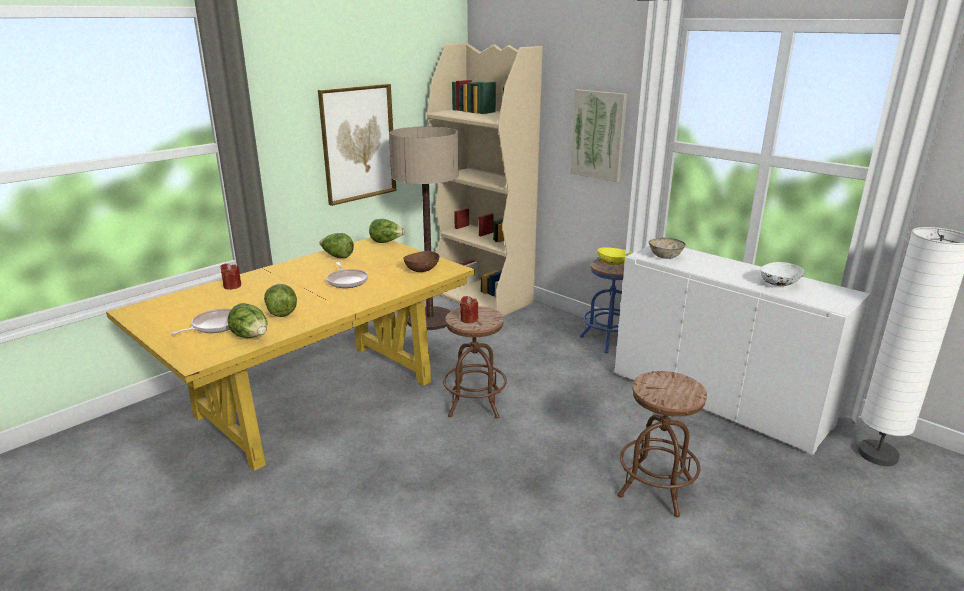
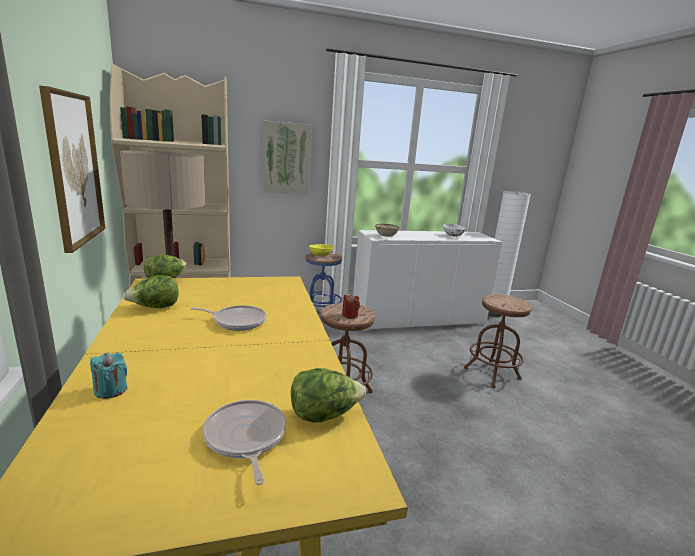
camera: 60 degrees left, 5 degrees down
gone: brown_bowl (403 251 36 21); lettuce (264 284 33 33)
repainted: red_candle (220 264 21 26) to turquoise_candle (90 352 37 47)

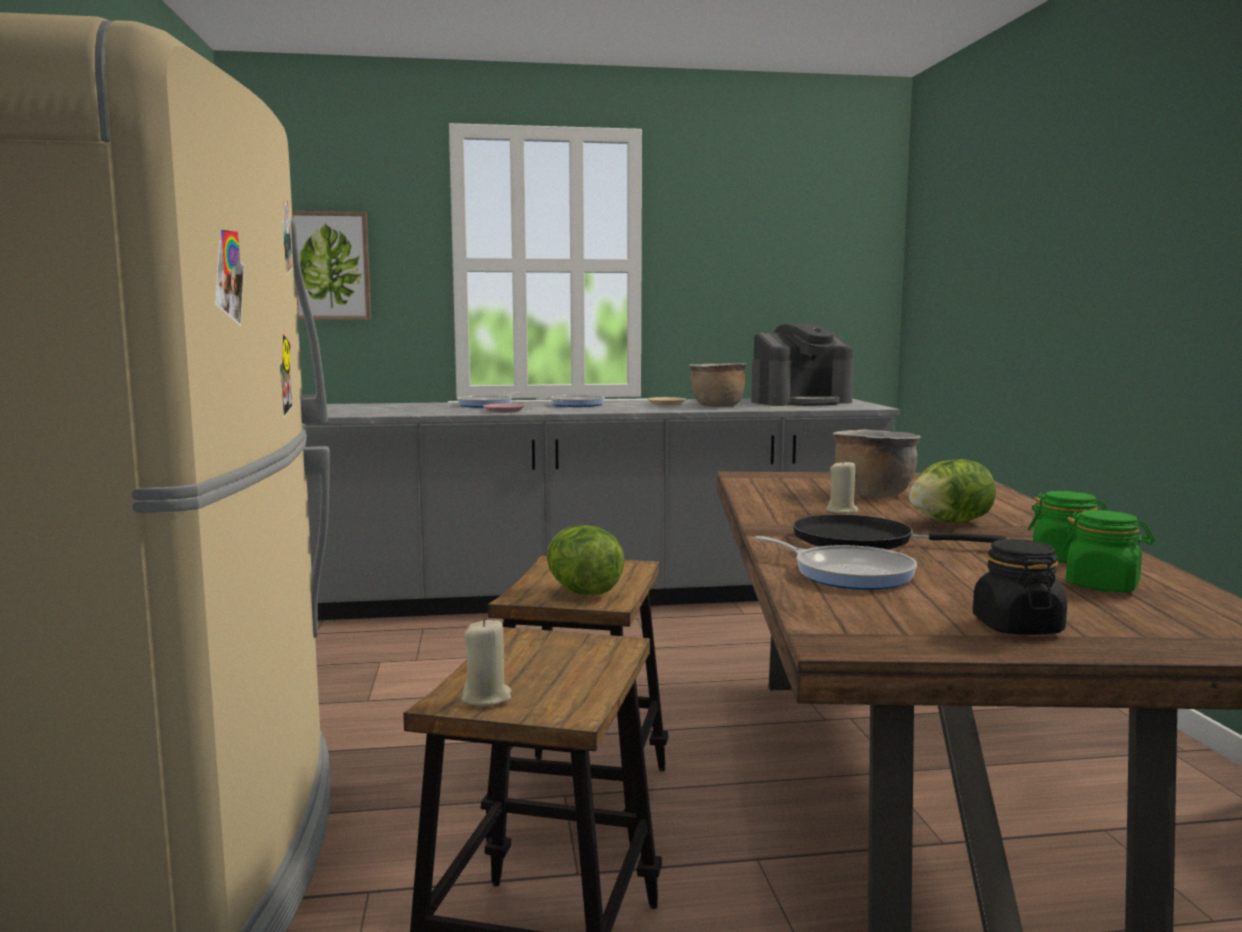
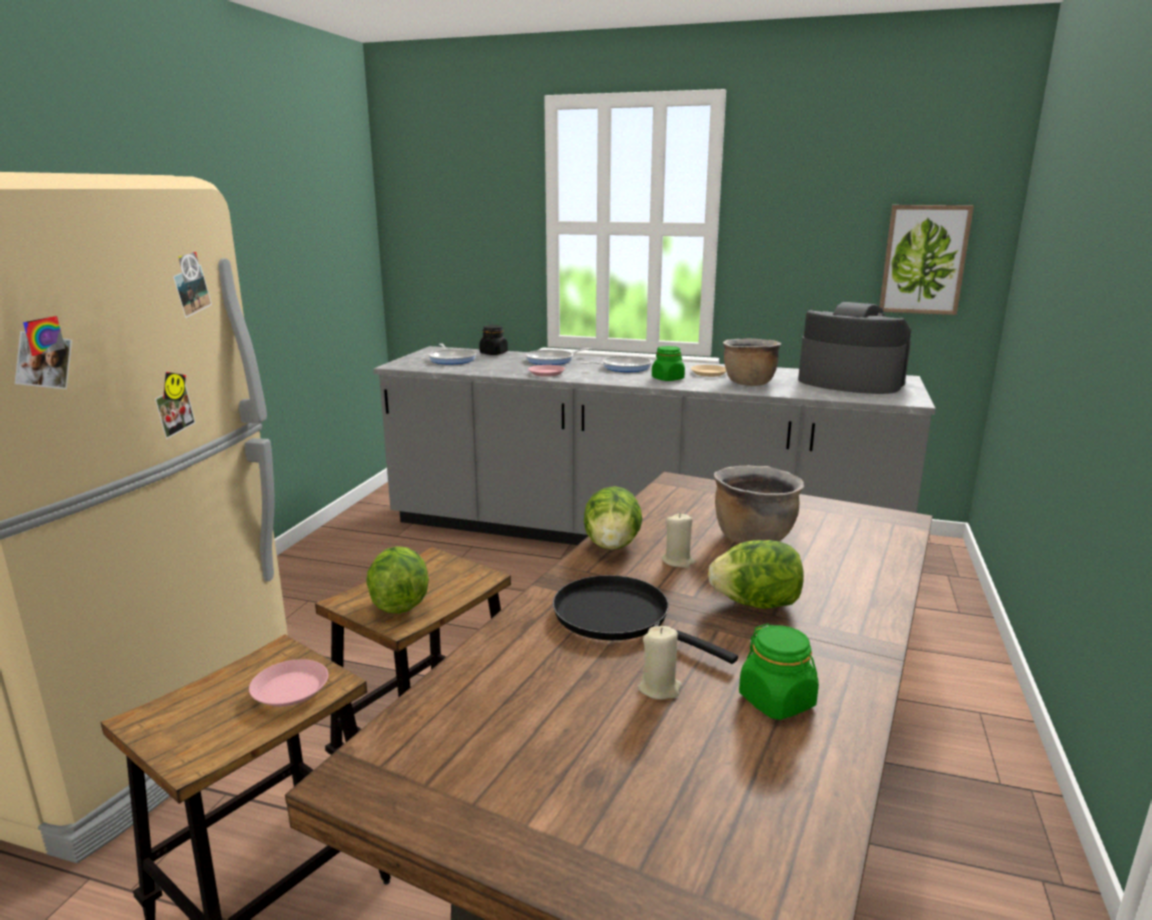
camera: 25 degrees right, 10 degrees up
new: lettuce (584 486 59 64); pink_plate (249 659 79 48)
shifted: picture (292 211 79 109) to (879 205 95 110); green_jar (1060 510 95 82) to (652 346 33 35); frying_pan (755 536 162 54) to (428 343 48 21); black_jar (973 539 94 96) to (479 325 29 30); beige_candle (462 618 49 88) to (638 626 44 74)
rotated: coffee_machine (751 323 103 83) = (798 302 113 92) 150 degrees counterclockwise

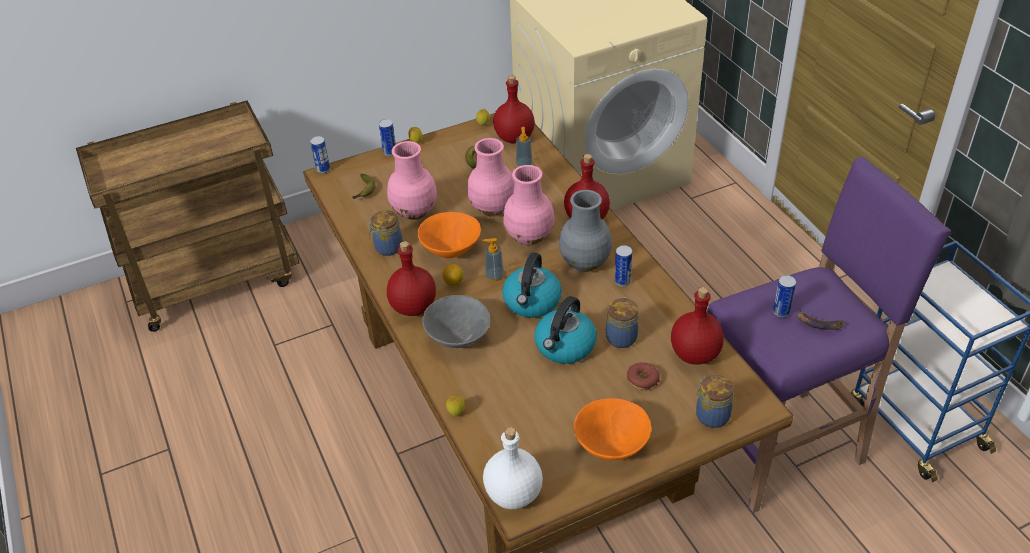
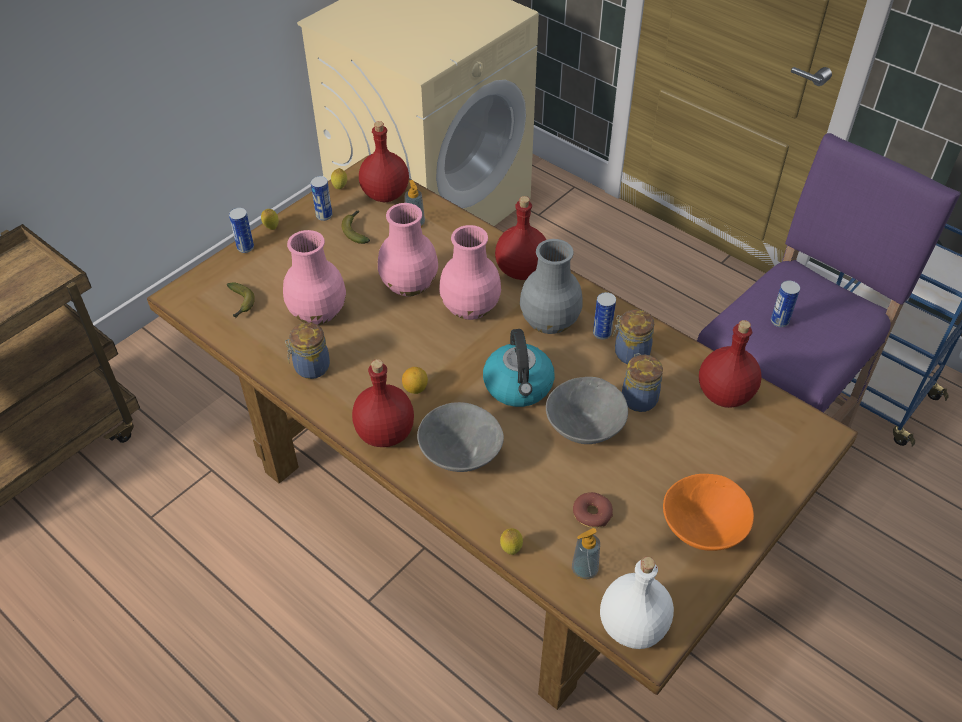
camera: 25 degrees left, 5 degrees up
gone: orange_bowl (418 212 63 46); banana (798 308 47 22)
shifted: can (310 136 20 38) to (311 176 21 45); soap_dispenser (482 238 22 43) to (572 528 28 52); donut (627 362 33 28) to (573 492 40 36); jar (696 375 38 53) to (612 310 42 54)
swapped: kettle (534 296 63 68) to grey_bowl (546 377 82 67)

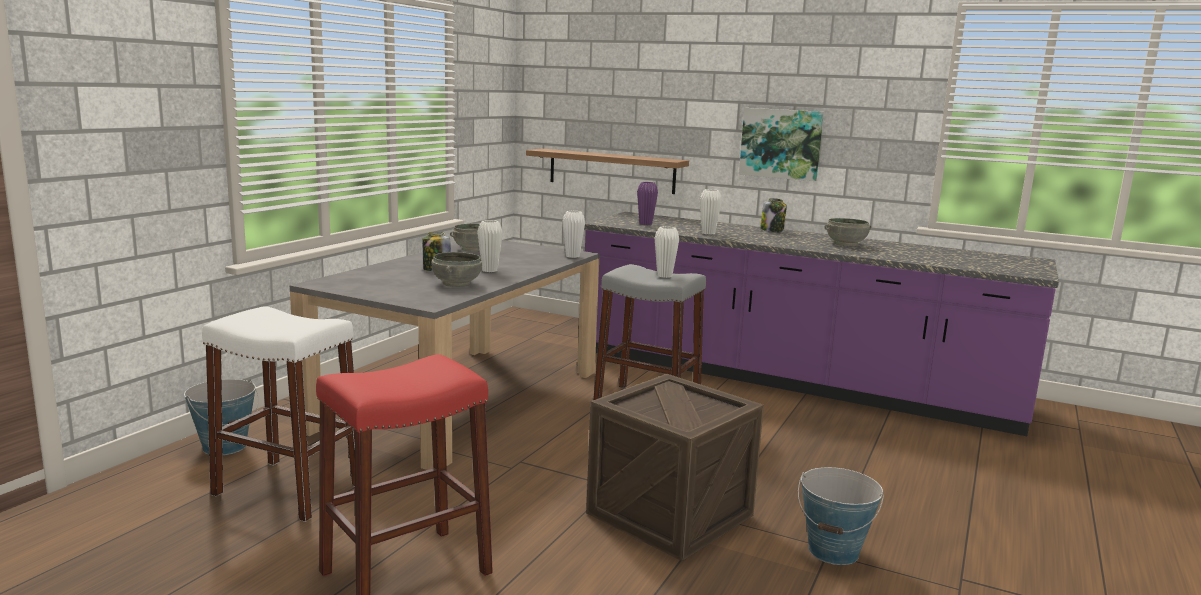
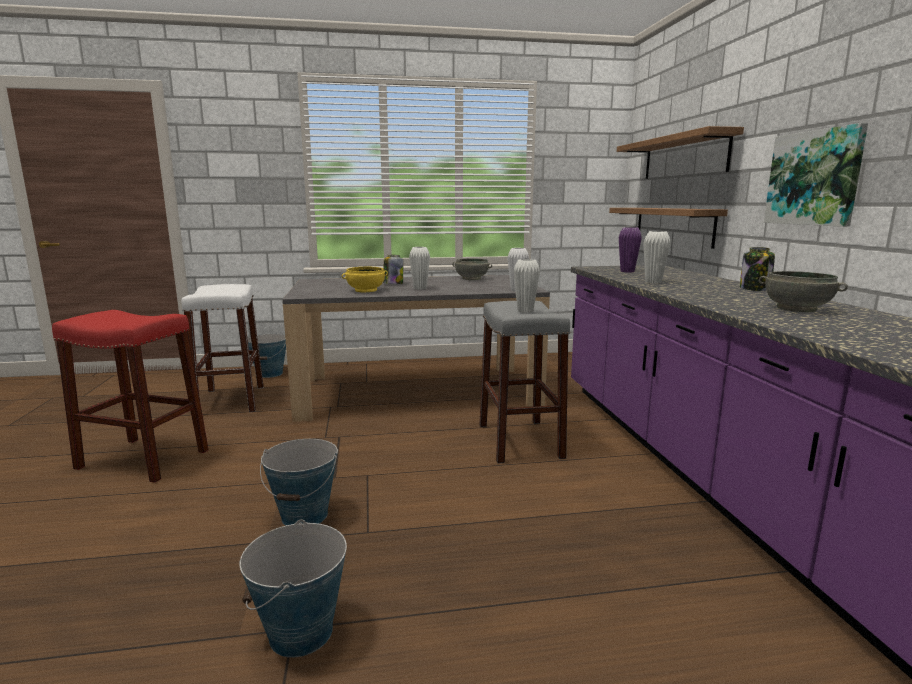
camera: 55 degrees right, 0 degrees up
new: shelf (617 126 127 53)
swapped: crate (586 374 178 187) to bucket (260 439 78 87)
repainted: grey_bowl (432 252 50 35) to yellow_bowl (342 267 46 25)

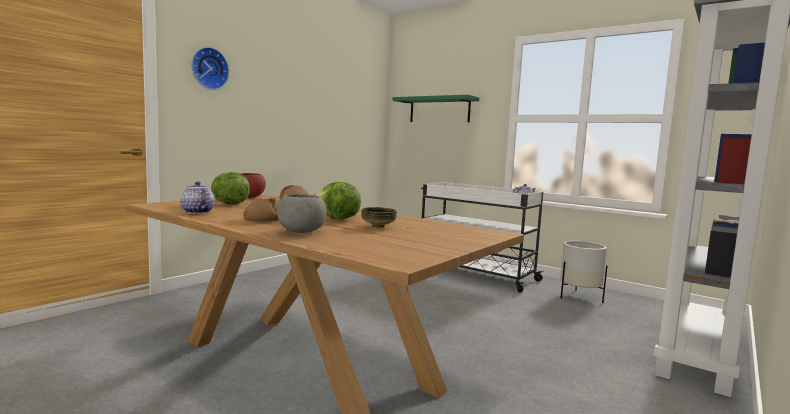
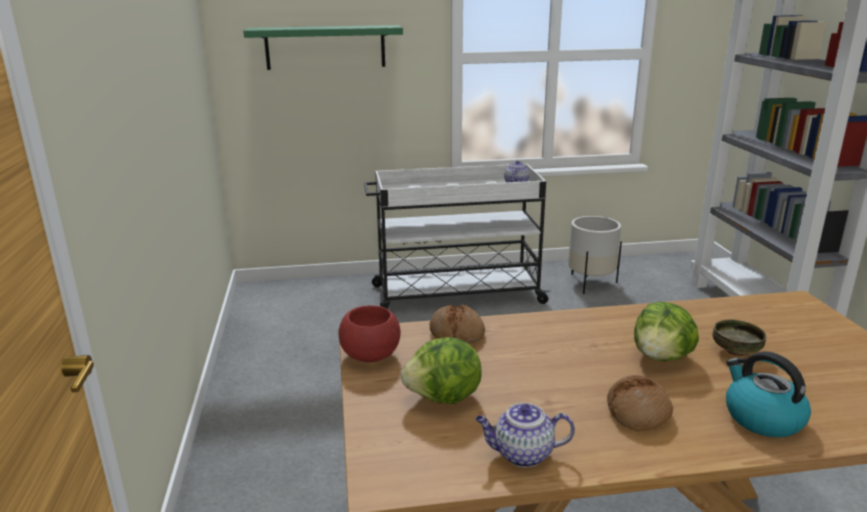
camera: 45 degrees left, 15 degrees up
gone: wall_clock (191 47 38 43)
swapped: grey_bowl (277 194 50 39) to kettle (726 352 85 85)

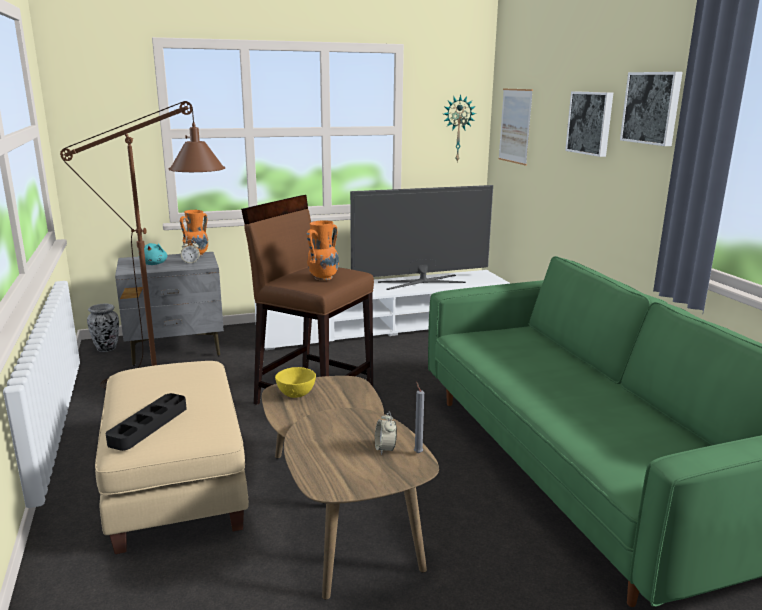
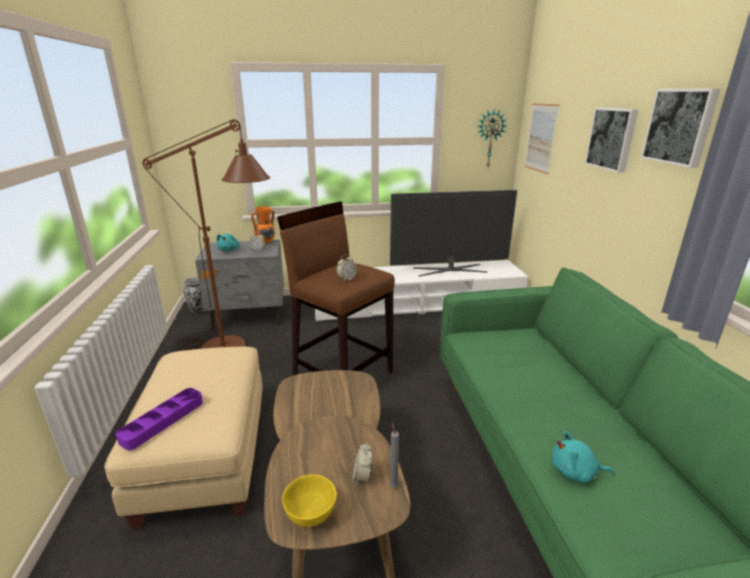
camera: 10 degrees right, 5 degrees up
new: turquoise_plush_toy (552 431 62 52)
shifted: yellow_bowl (275 367 41 31) to (282 474 55 53)
swapped: orange_vase (307 220 32 61) to alarm_clock (336 254 21 27)
repainted: black_tray (106 393 81 58) to purple_tray (116 388 87 62)

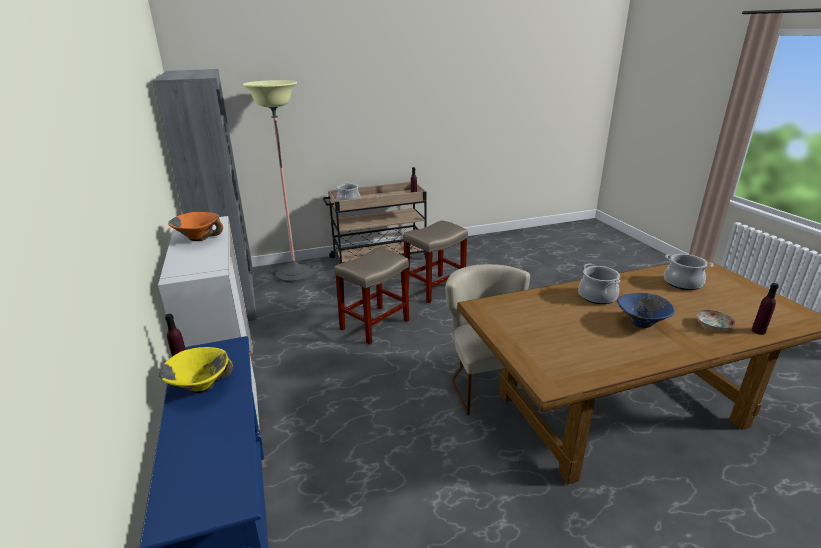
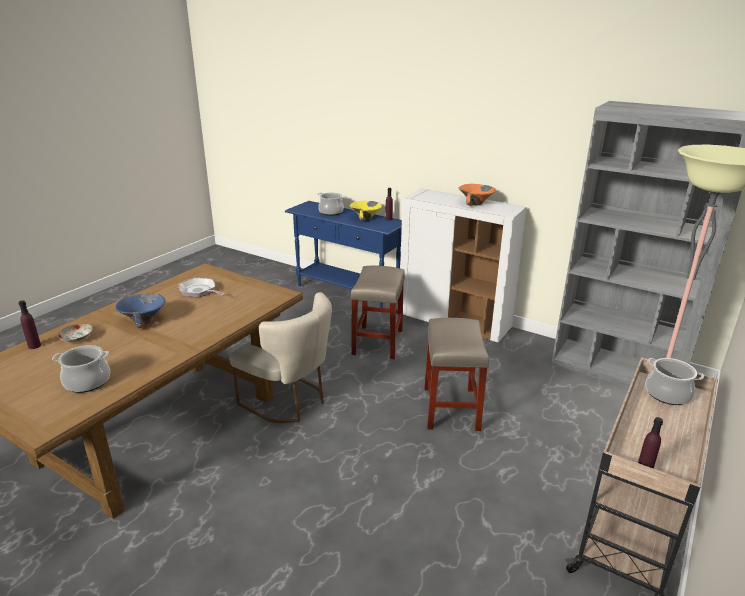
camera: 140 degrees right, 0 degrees up
new: frying_pan (179 278 47 19)
shifted: beige_stool (403 220 65 83) to (351 265 54 94); cooking_pot (578 264 42 40) to (318 192 26 24)

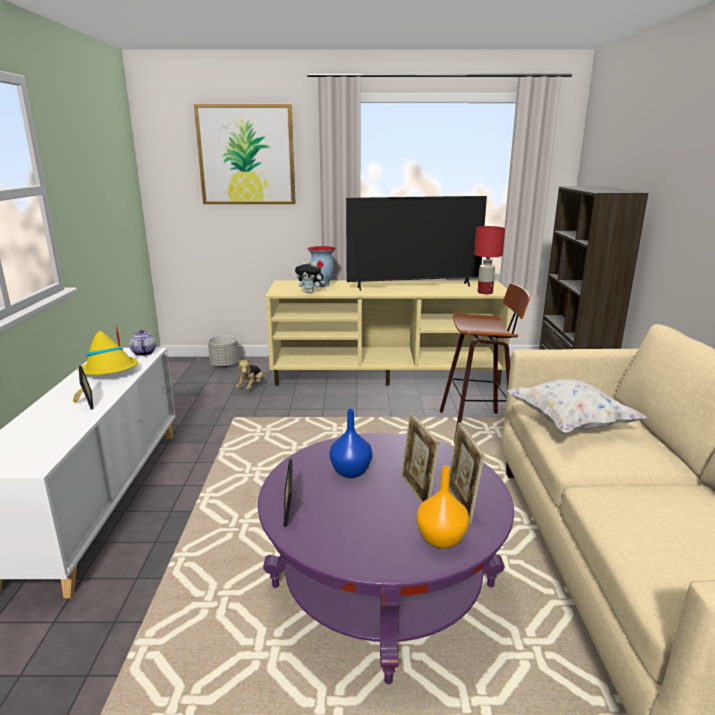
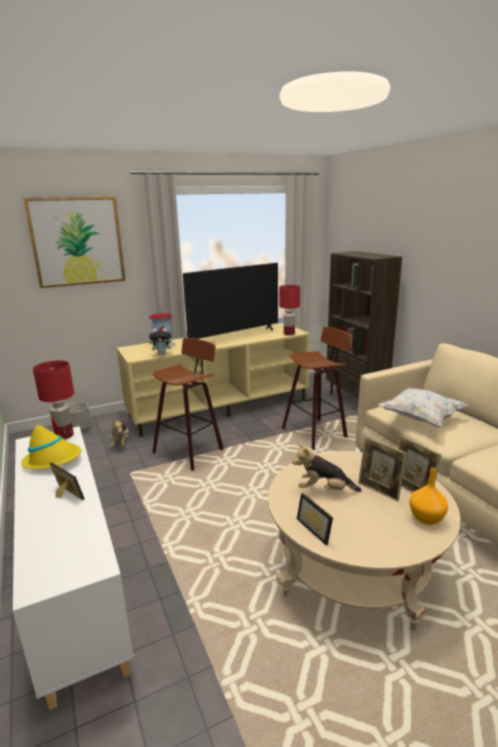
camera: 25 degrees left, 0 degrees up
new: stool (152 338 72 133)
swapped: teapot (129 330 27 26) to red_table_lamp (33 360 41 79); blue_vase (330 409 42 69) to plush_toy (292 443 70 49)
repainted: purple_coffee_table (258 433 256 251) to beige_coffee_table (268 451 193 179)

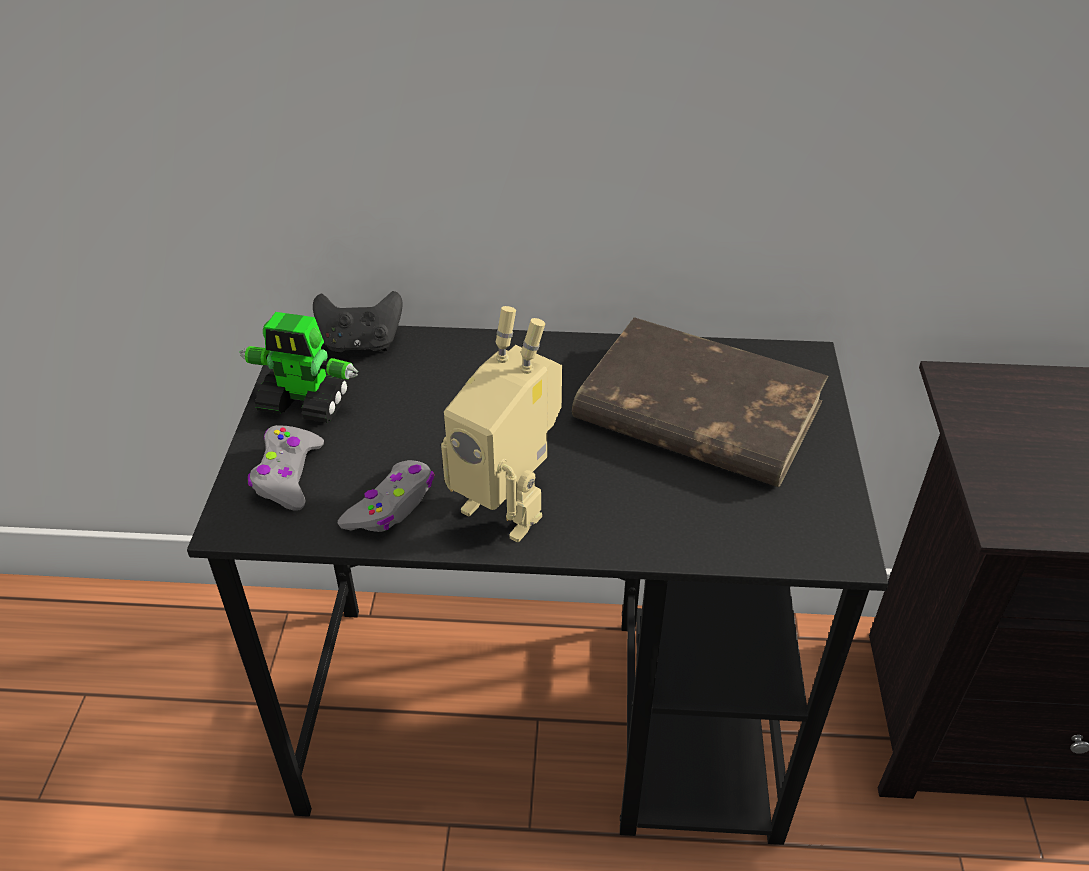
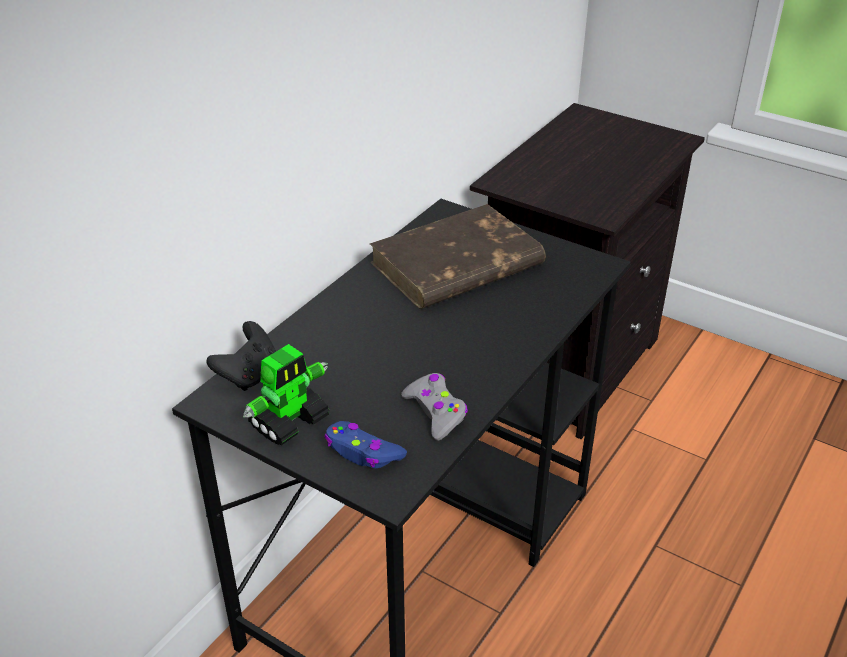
camera: 60 degrees left, 5 degrees down
gone: toy_robot (441 306 121 236)
repainted: grey_game_controller (248 425 76 86) to blue_game_controller (324 421 83 47)

